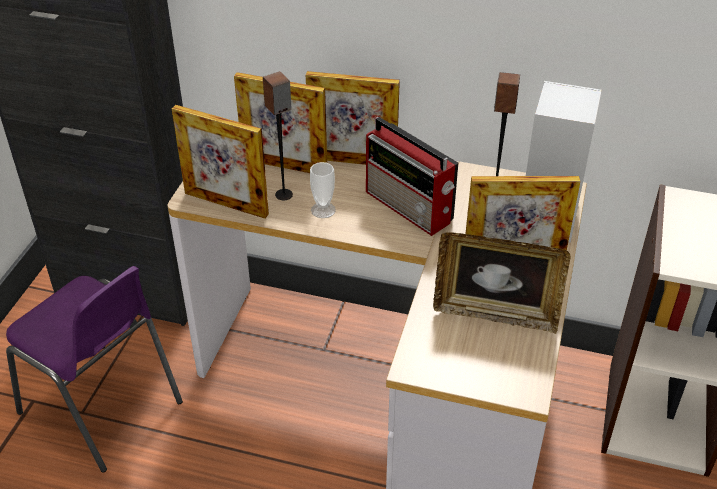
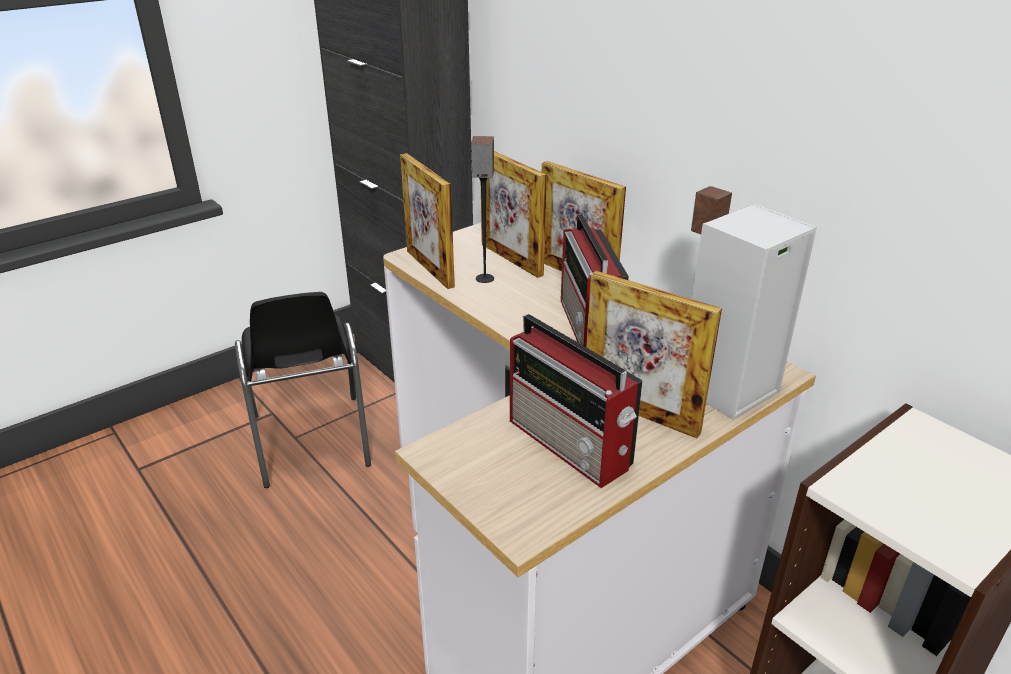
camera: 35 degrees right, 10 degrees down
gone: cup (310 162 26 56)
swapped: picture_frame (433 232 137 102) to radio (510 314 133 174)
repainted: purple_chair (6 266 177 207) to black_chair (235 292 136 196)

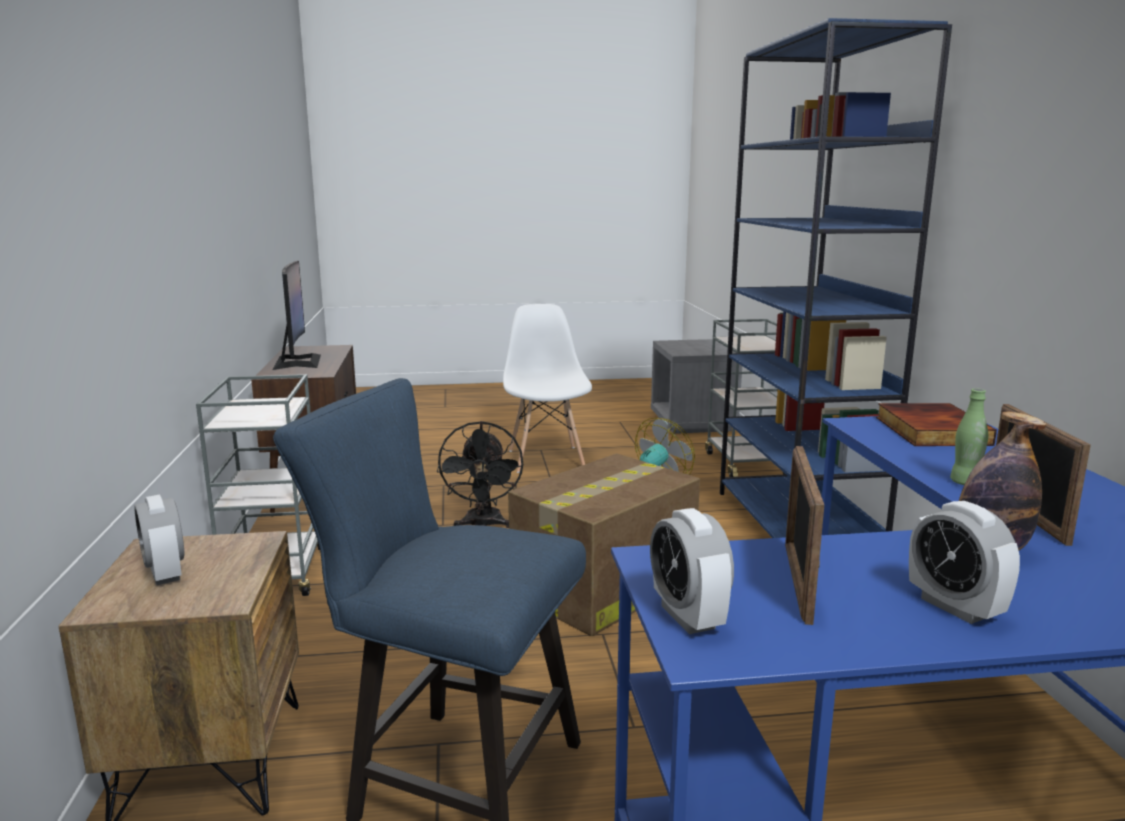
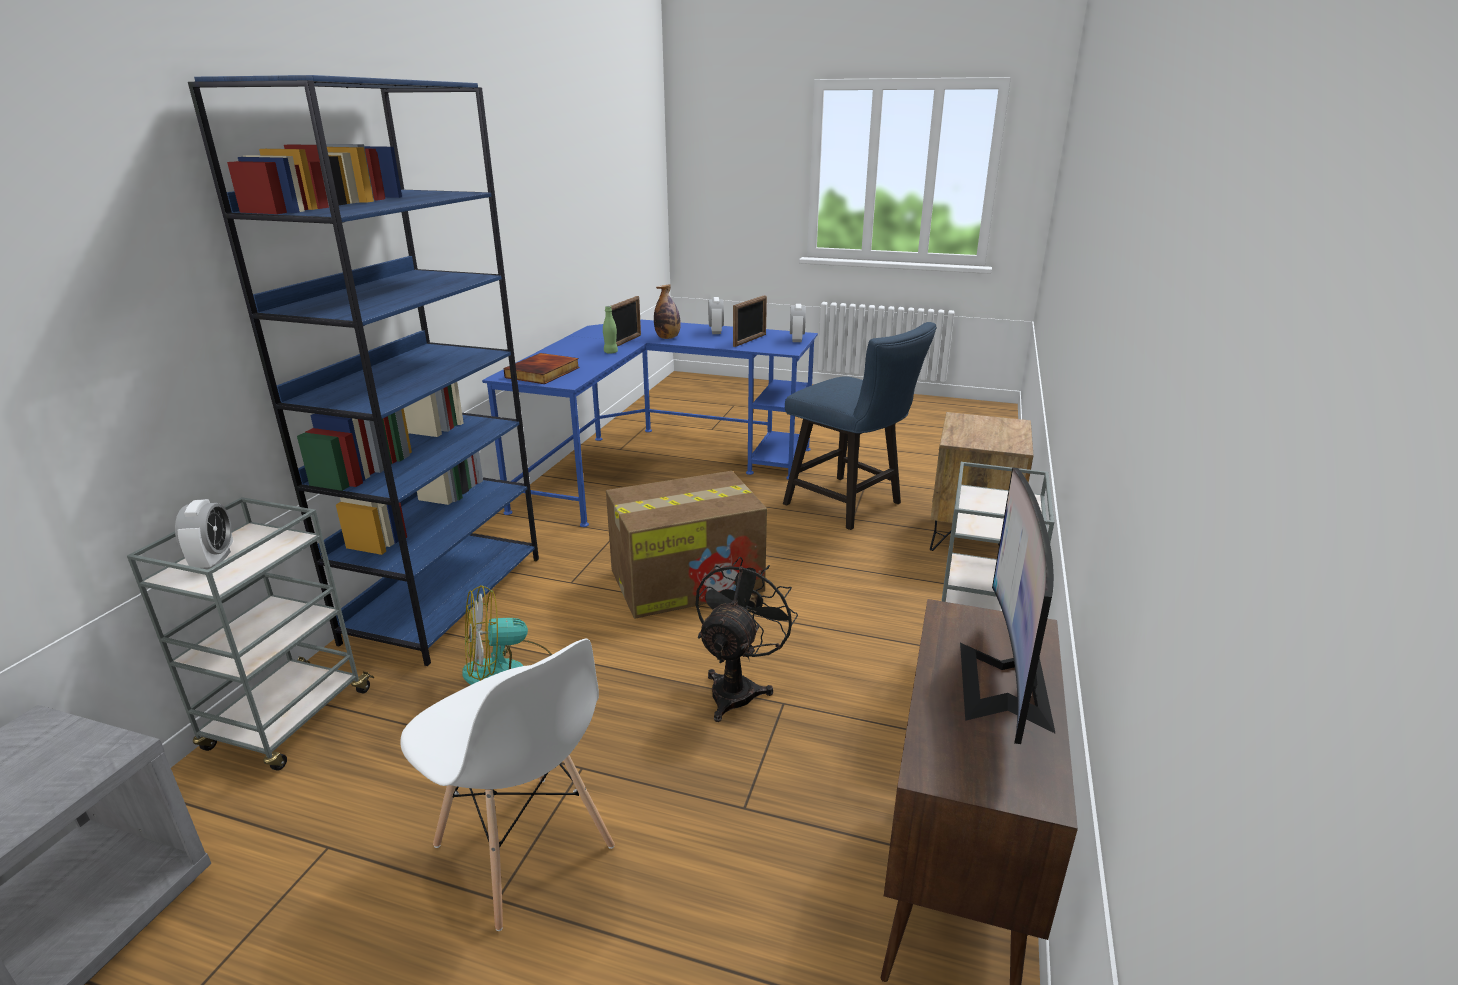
camera: 155 degrees left, 10 degrees up
shifted: alarm_clock (134 495 50 90) to (175 499 58 71)
rotated: white_chair (503 304 89 169) = (400 639 215 292) 60 degrees counterclockwise

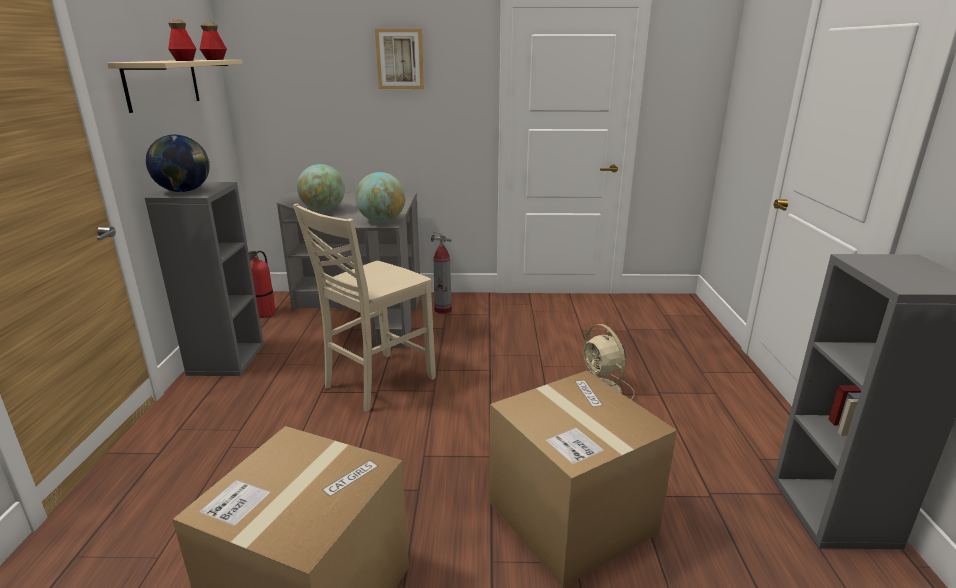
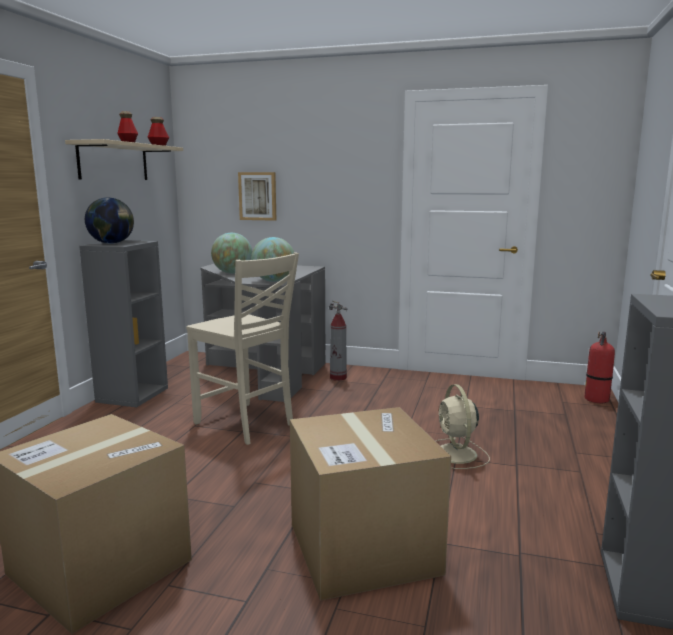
camera: 15 degrees right, 10 degrees down
shifted: picture (375 29 49 60) to (238 172 38 49); fire_extinguisher (249 251 27 67) to (585 332 30 71)
rotated: beige_chair (293 203 143 209) = (186 252 113 193) 105 degrees counterclockwise

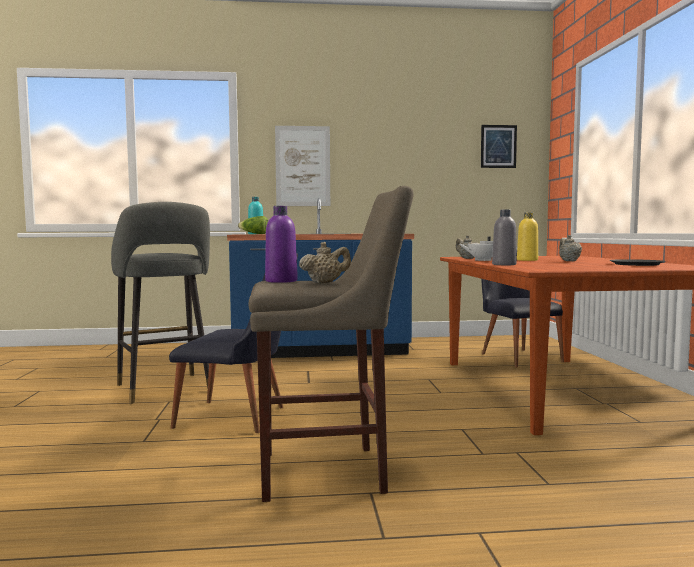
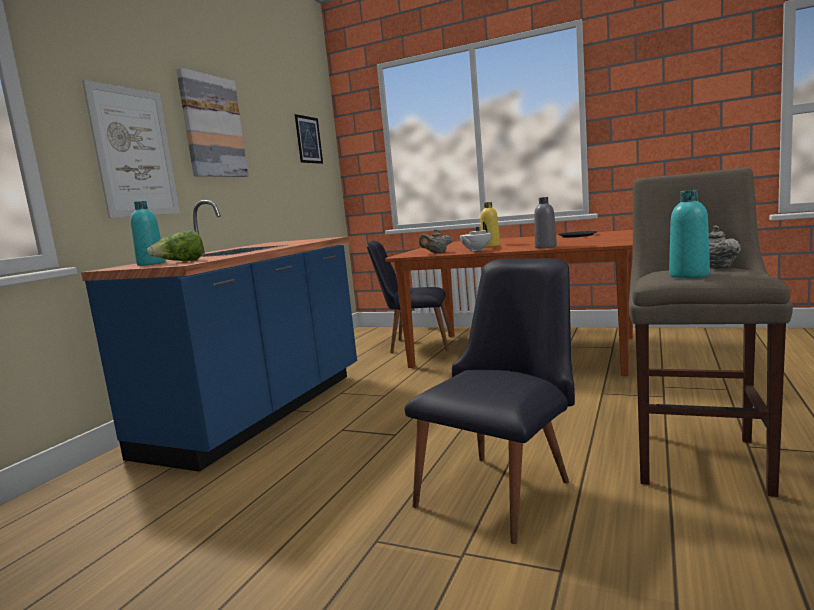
camera: 60 degrees left, 5 degrees up
gone: grey_stool (111 202 99 202); beige_teapot (559 235 23 26)
new: picture (176 68 73 109)
repainted: purple_bottle (265 206 33 77) to turquoise_bottle (669 190 41 88)

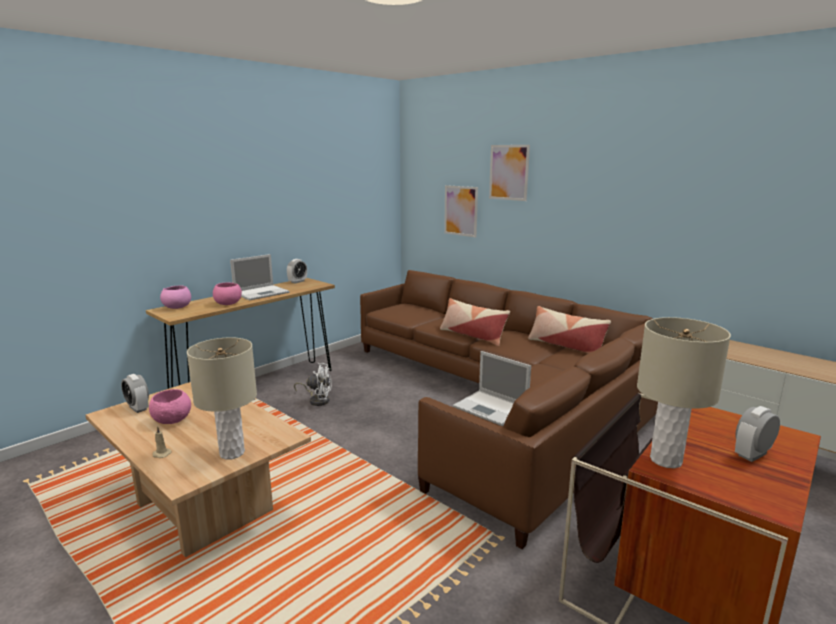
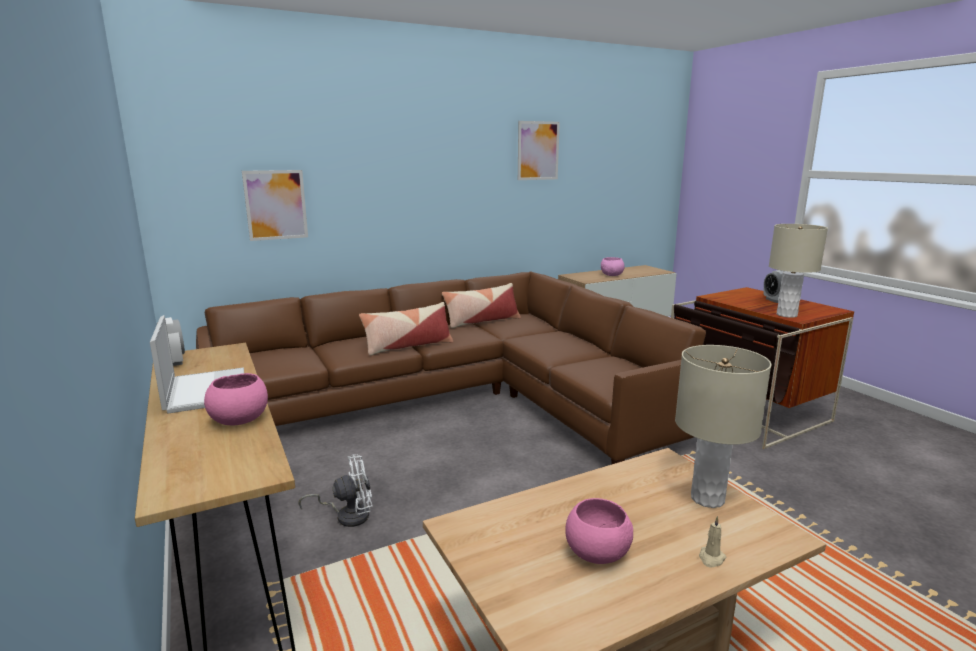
camera: 70 degrees left, 0 degrees up
gone: laptop (453 351 78 75); alarm_clock (121 374 28 39)
shifted: picture (489 145 41 56) to (518 121 42 59); pink_bowl (160 285 31 24) to (601 257 24 19)
rotated: white_fan (294 363 38 43) = (299 454 73 73) 45 degrees clockwise

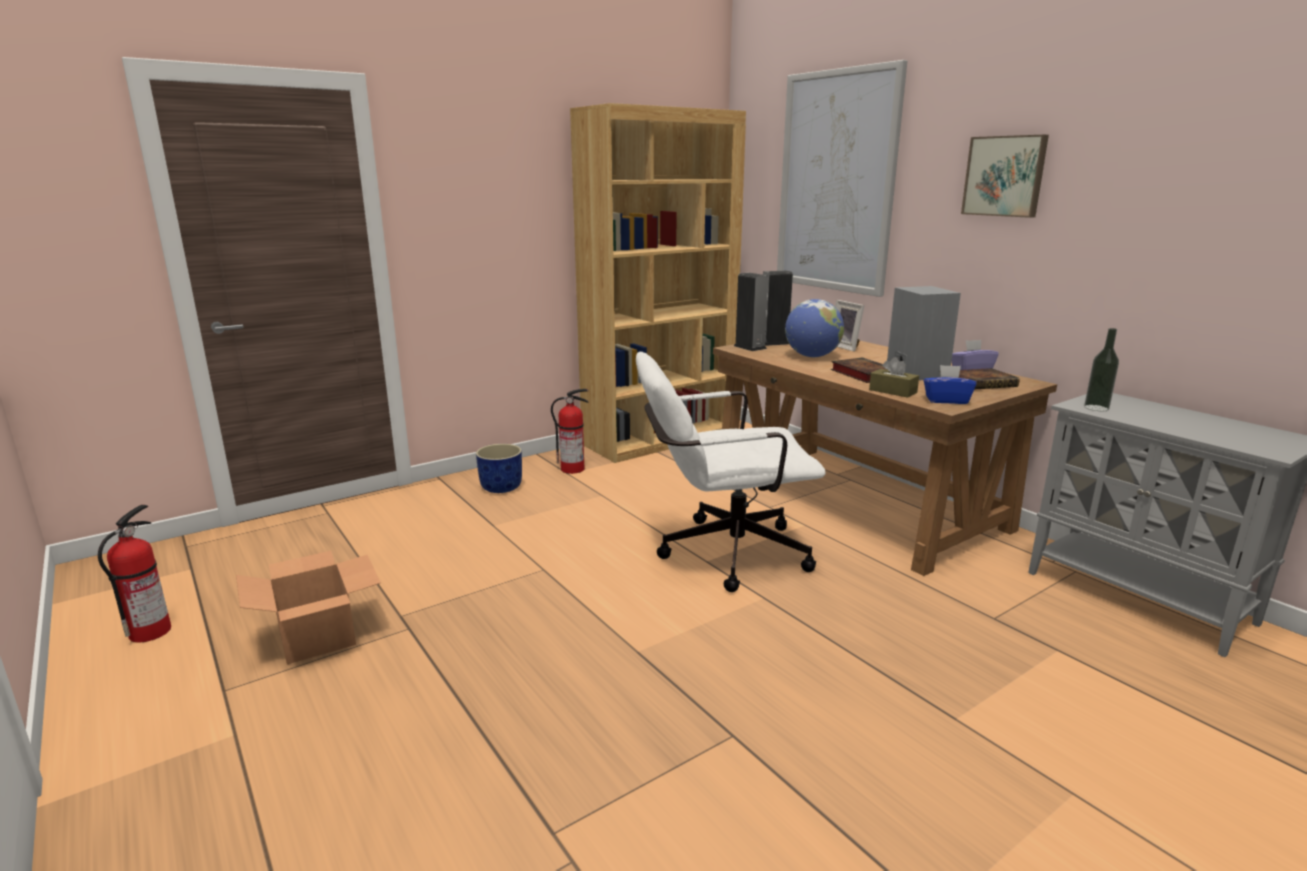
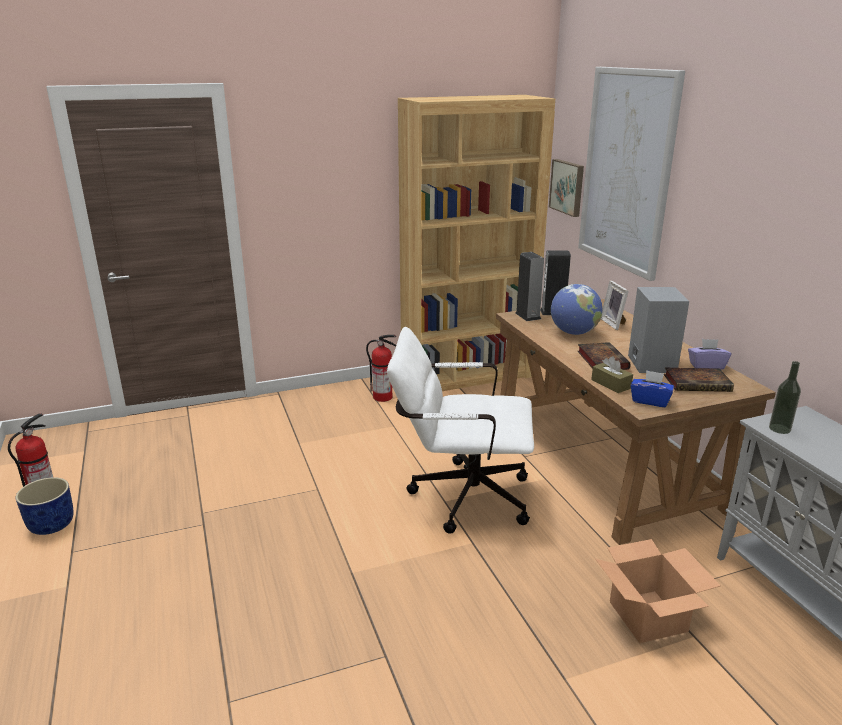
camera: 15 degrees right, 5 degrees up
shifted: picture (961 135 88 83) to (549 159 35 58); blue_planter (476 444 46 49) to (15 477 58 58); cardboard_box (236 551 145 113) to (595 539 126 104)

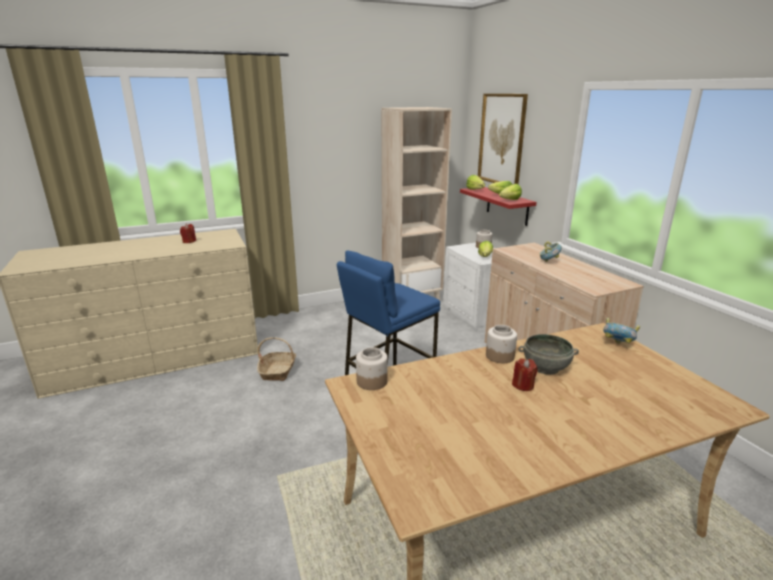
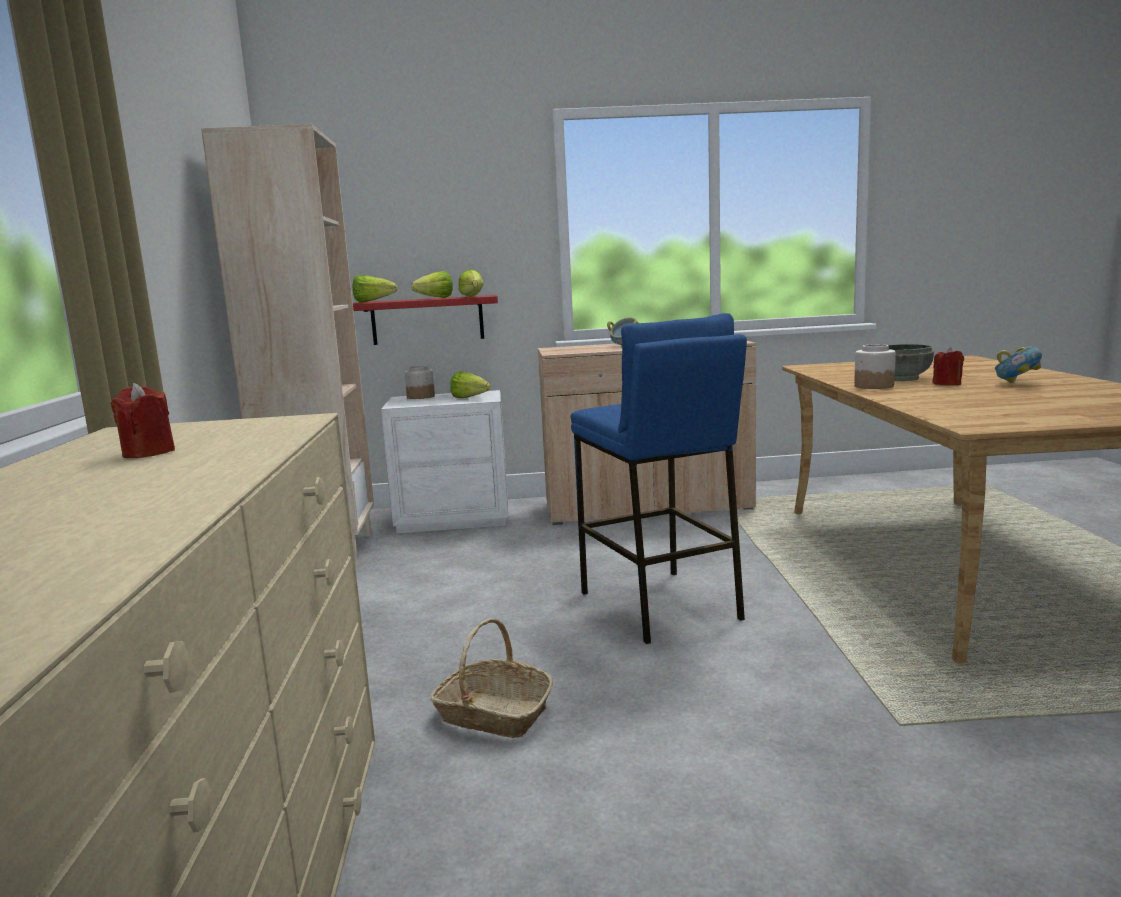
camera: 70 degrees left, 10 degrees down
gone: picture (478 94 50 90); jar (356 347 32 43)
shifted: bowl (603 318 37 26) to (995 346 47 37)

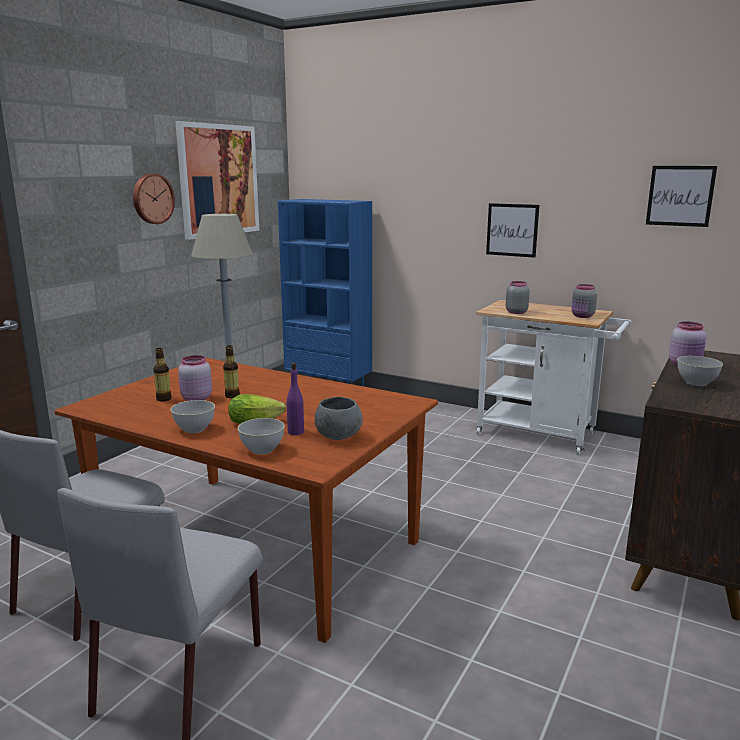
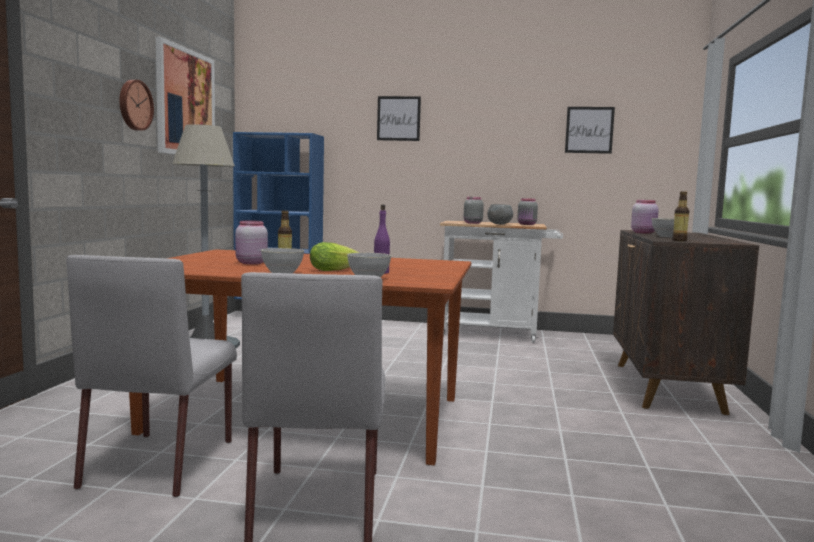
camera: 20 degrees left, 10 degrees down
shifted: picture (486 203 53 55) to (377 96 44 45); bottle (153 348 19 54) to (672 191 17 50); grey_bowl (315 397 48 43) to (487 204 26 21)

